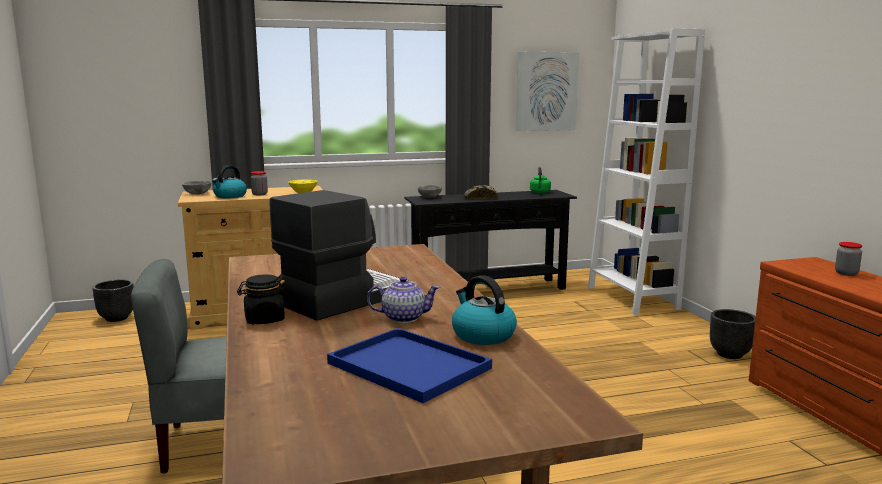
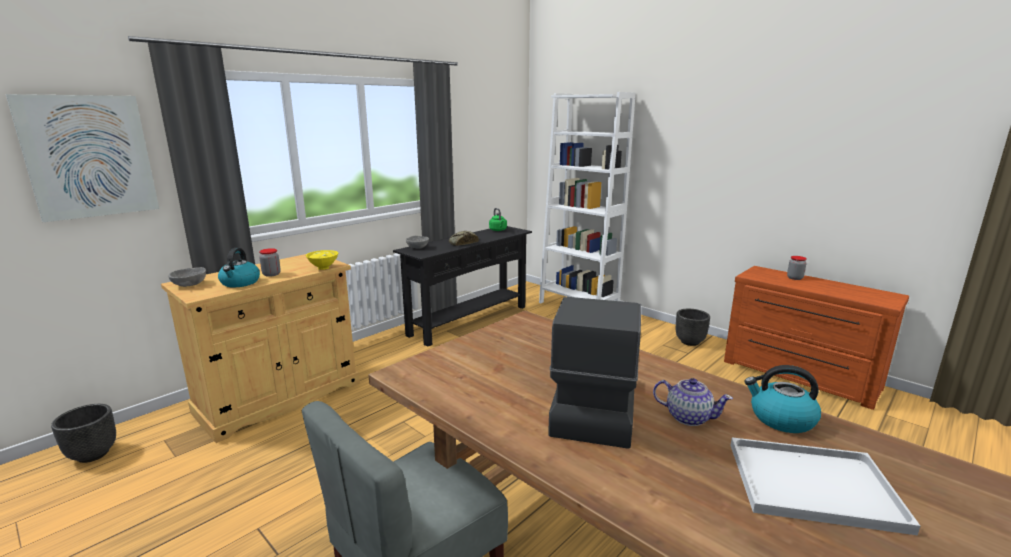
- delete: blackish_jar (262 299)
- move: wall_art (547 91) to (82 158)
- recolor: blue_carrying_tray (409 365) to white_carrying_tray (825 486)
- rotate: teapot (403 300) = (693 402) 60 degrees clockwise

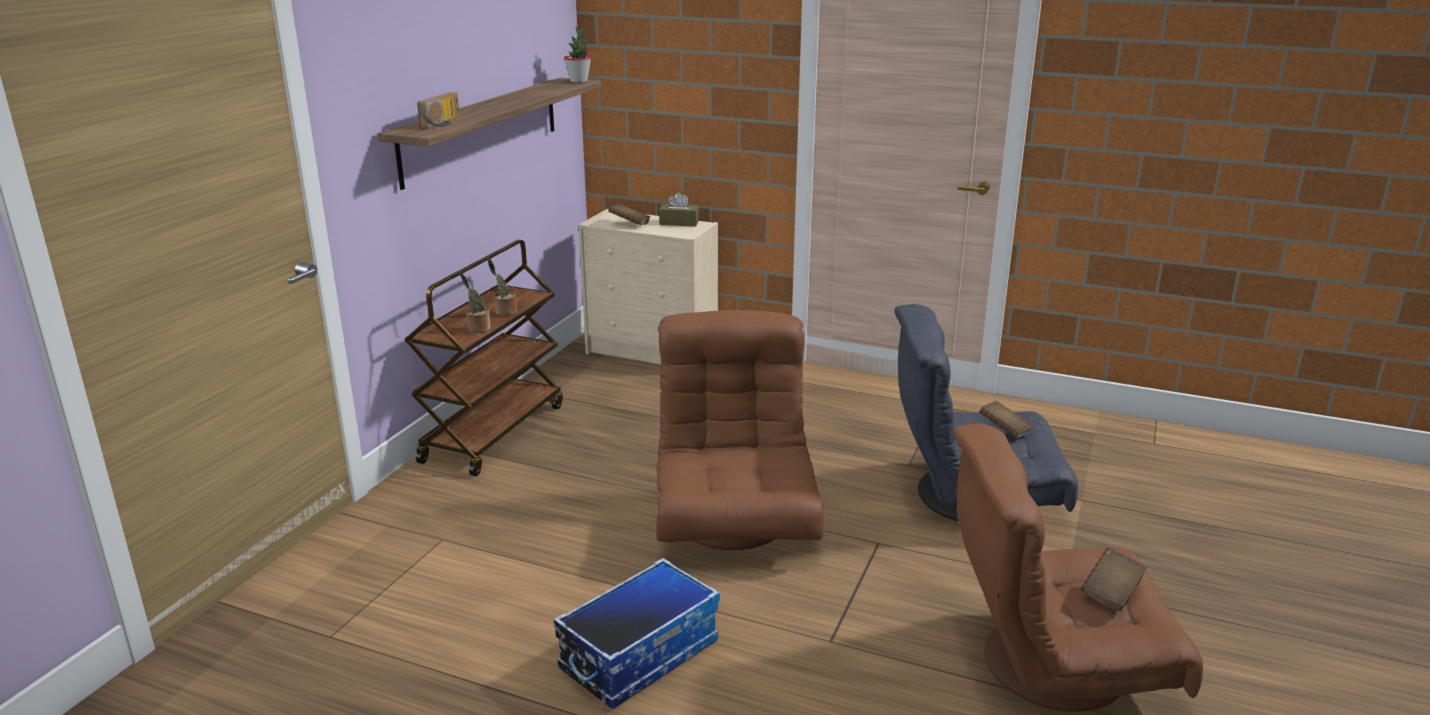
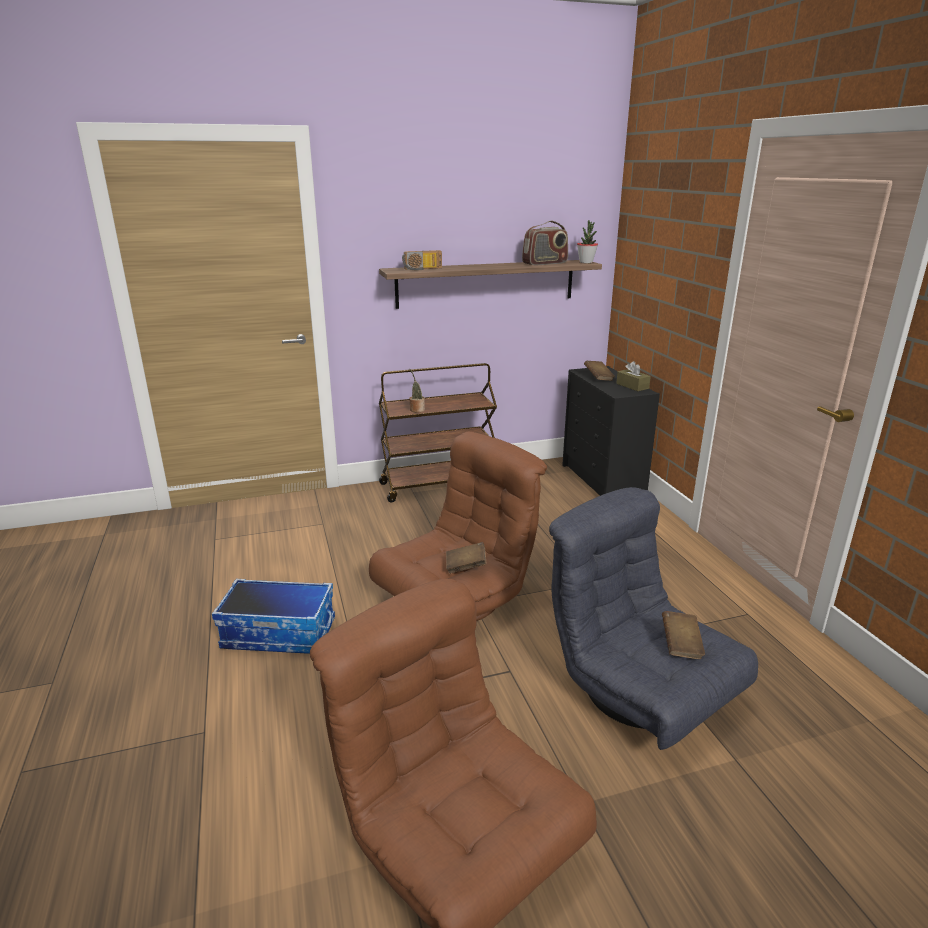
- delete: houseplant (502 287)
- insert: radio_set (545 243)
- move: brown_book (1114 580) to (466 558)
- recolor: beige-coloured_chest_of_drawers (648 286) to blackish_chest_of_drawers (611 431)

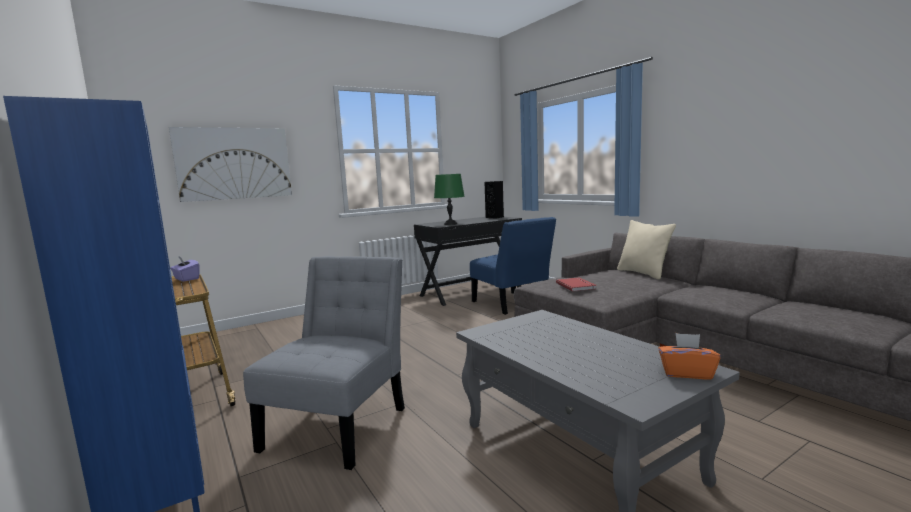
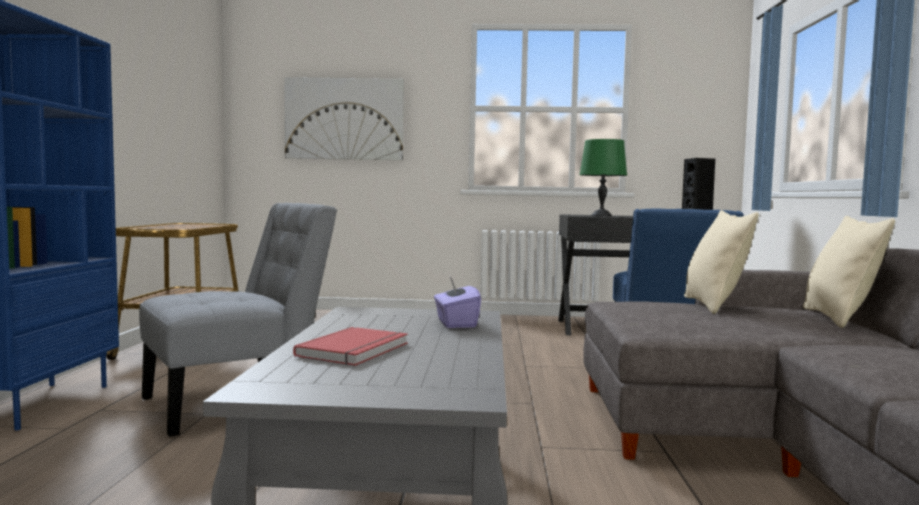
- delete: orangey_box_of_tissues (689 356)
- insert: beige-coloured_pillow (721 262)
- move: purplish_box_of_tissues (185 269) to (457 301)
- move: reddish_book (576 284) to (350 346)

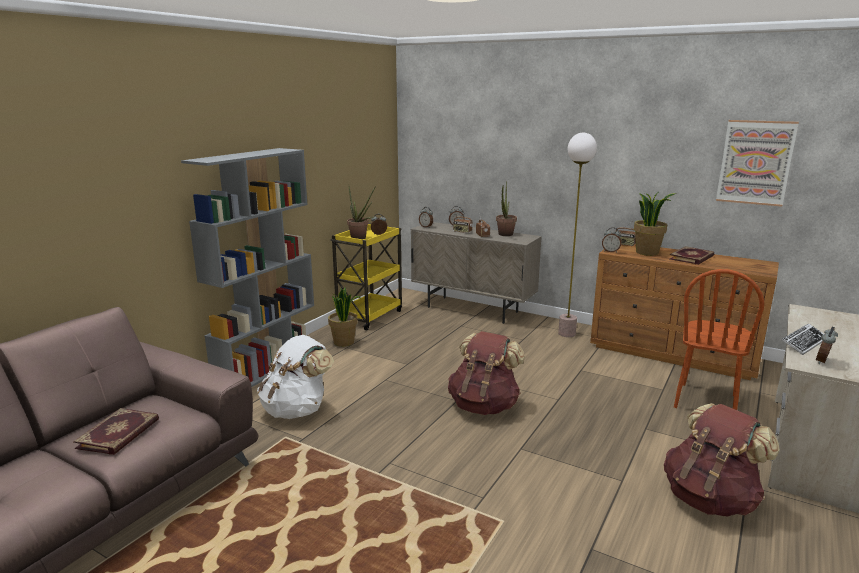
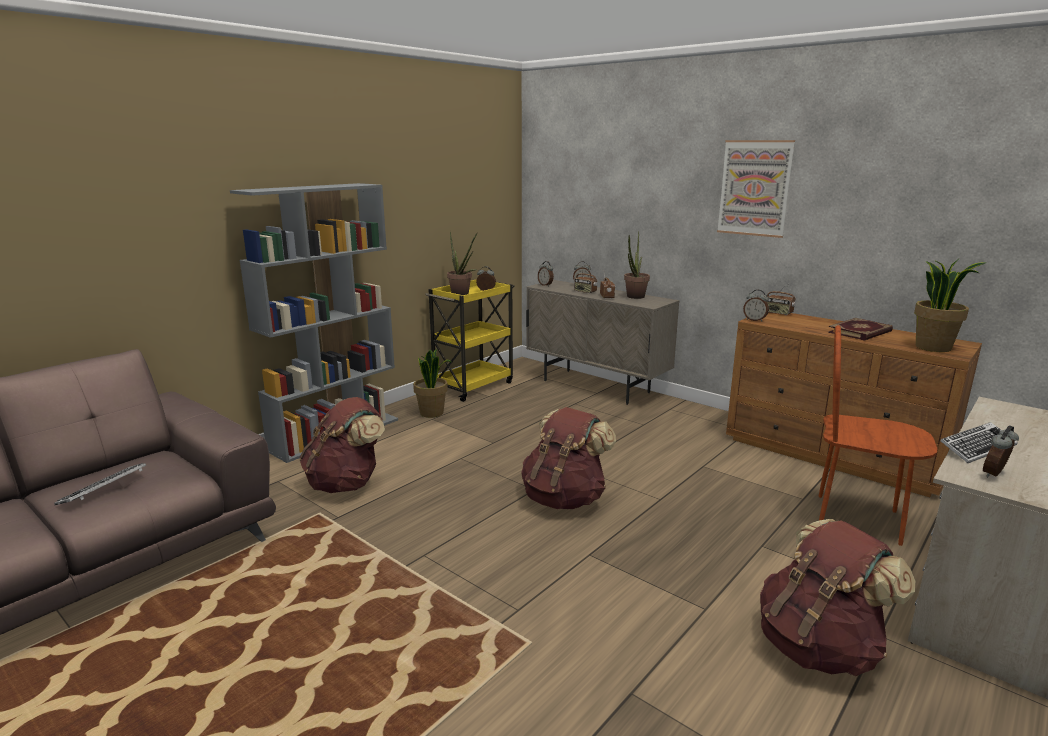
- delete: standing_lamp (577 235)
- move: houseplant (654 224) to (950 305)
- move: wall_art (757 163) to (756 189)
- replace: book (116 431) to keyboard (100 484)
- recolor: white_backpack (295 377) to brown_backpack (342 445)
- rotate: brown_chair (719 339) = (877 435) 75 degrees clockwise

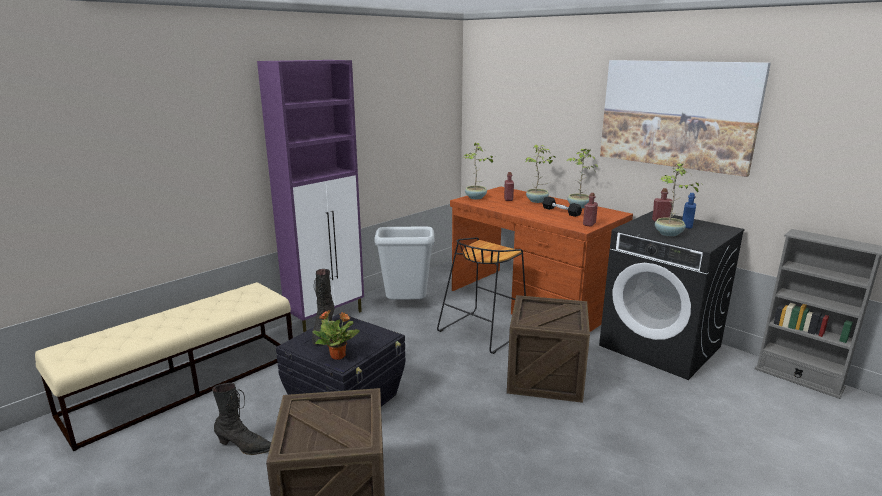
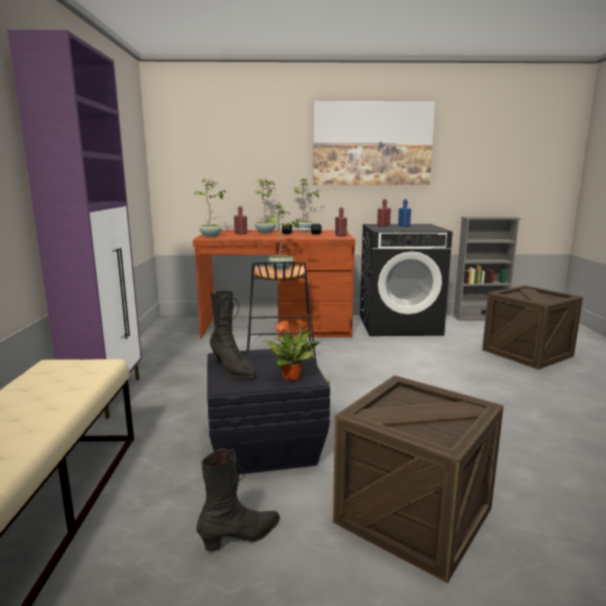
- delete: grey_trash_can (404 263)
- move: packing_crate (548 349) to (532 327)
- move: houseplant (679 199) to (283 237)

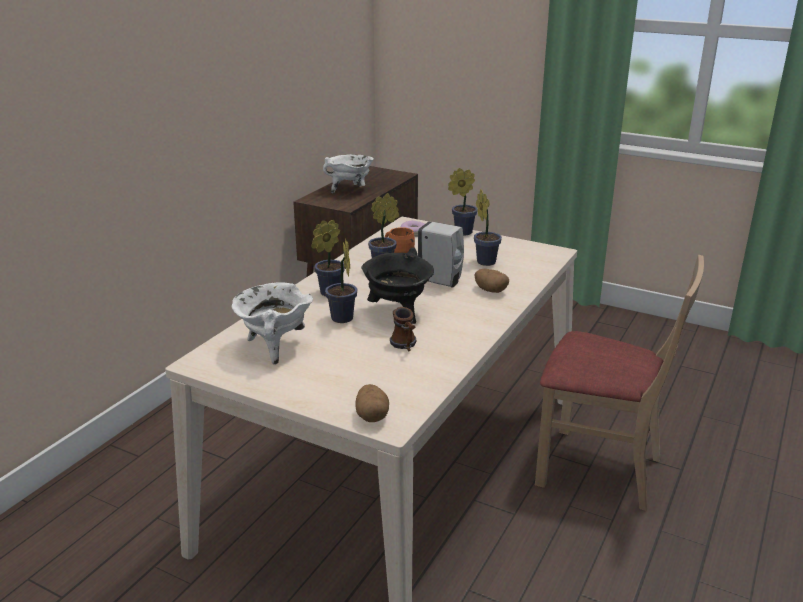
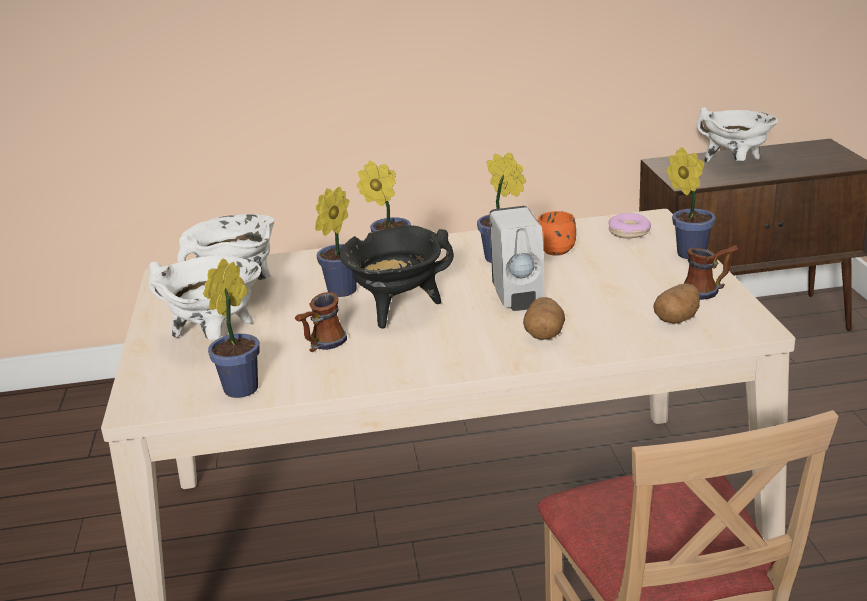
- insert: white_saucepot (204 297)
- insert: mug (710 272)
- move: whole_potato (372 403) to (676 303)
- move: houseplant (488 227) to (231 328)

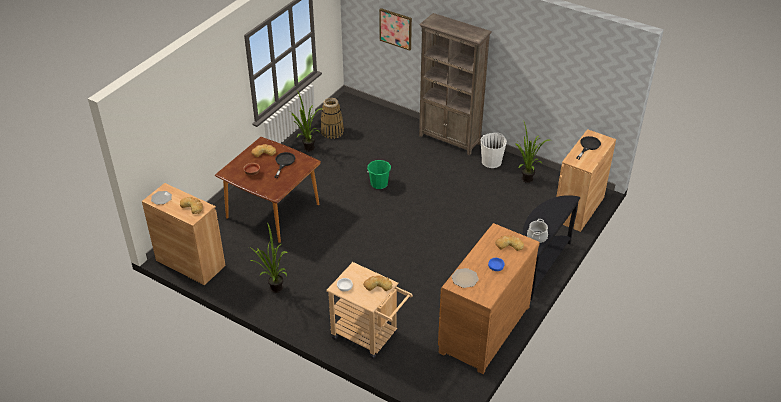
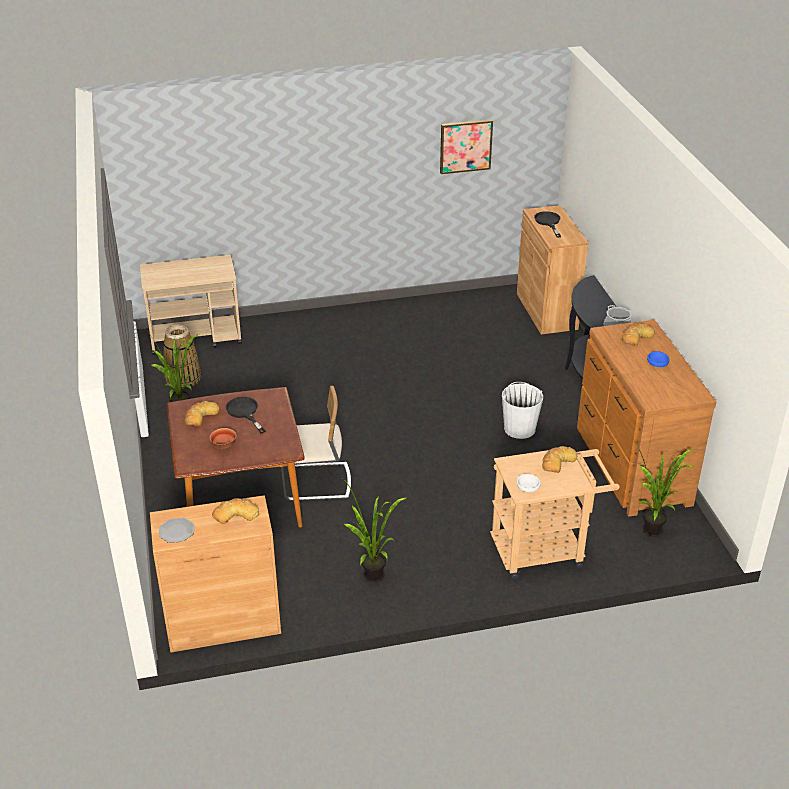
- delete: green-coloured_water_bucket (379 174)
- delete: brown_bookshelf (455 84)
- delete: plate (465 278)
- insert: beige-coloured_cart (191 305)
- insert: beige-coloured_chair (316 444)
- move: wall_art (395 29) to (466 146)
- move: white_water_bucket (494 150) to (522 410)
- move: houseplant (532 151) to (663 488)

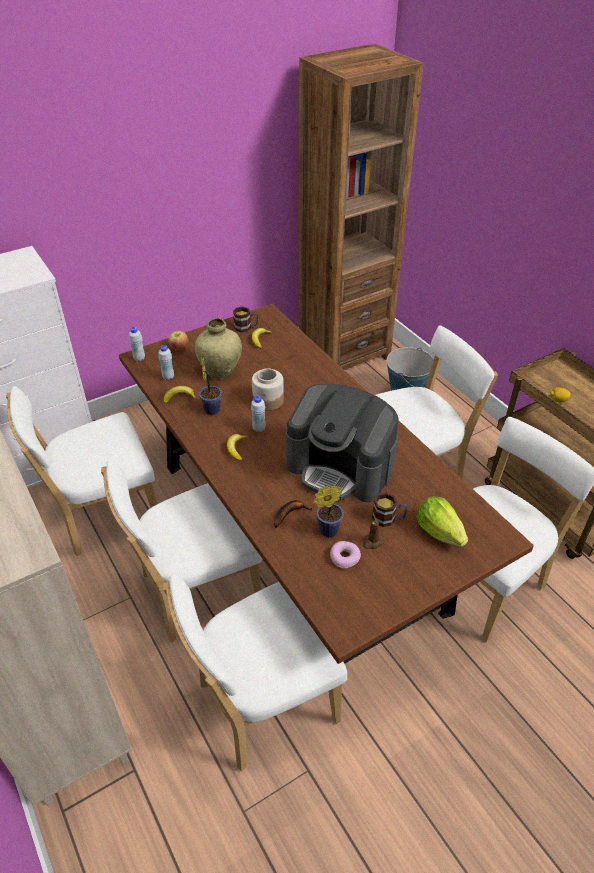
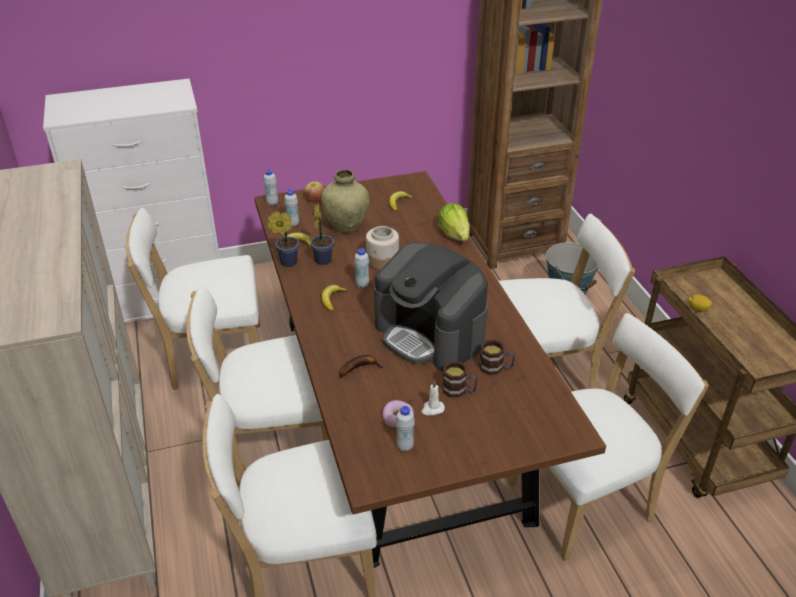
- insert: white_beverage_bottle (405 429)
- move: mug (245 319) to (497 357)
- move: houseplant (328 511) to (283 239)
- move: lettuce_head (442 521) to (454 222)
- recolor: brown_wax_candle (373 533) to white_wax_candle (433 398)

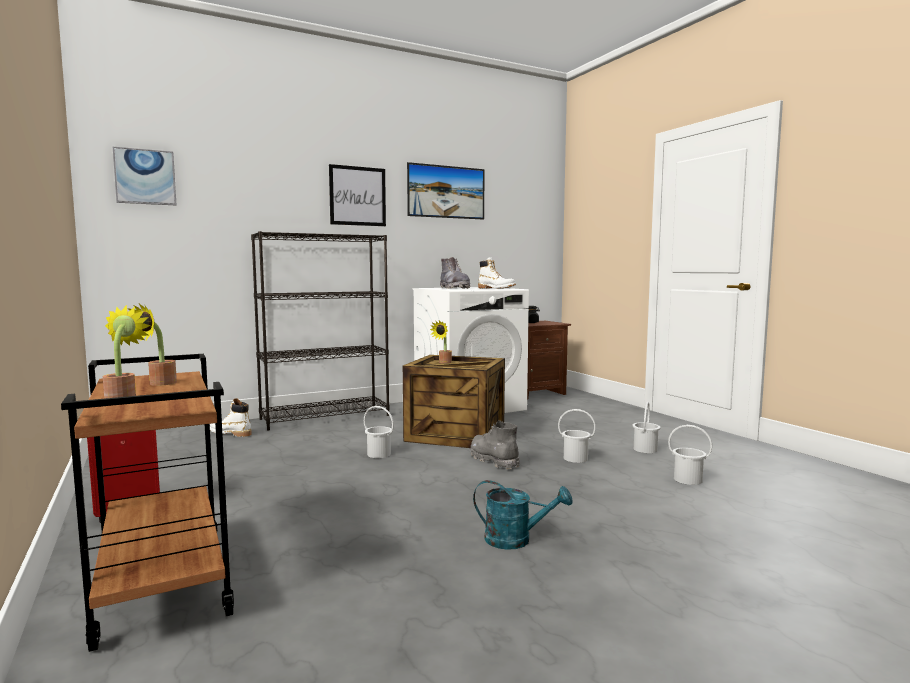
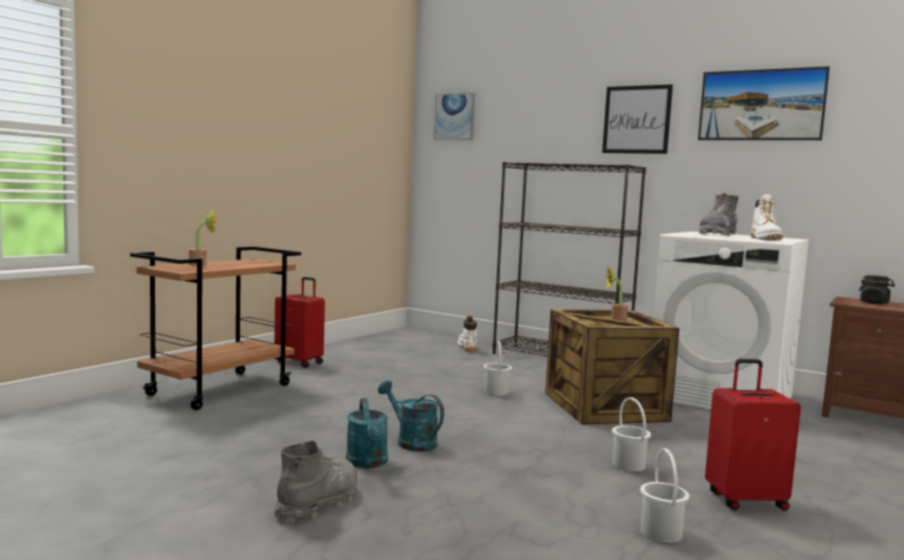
- delete: houseplant (152 345)
- insert: turquoise-coloured_sprinkling_can (411 416)
- move: grey_boot (495 444) to (315 481)
- replace: white_water_bucket (647 427) to reddish_piece_of_luggage (753 435)

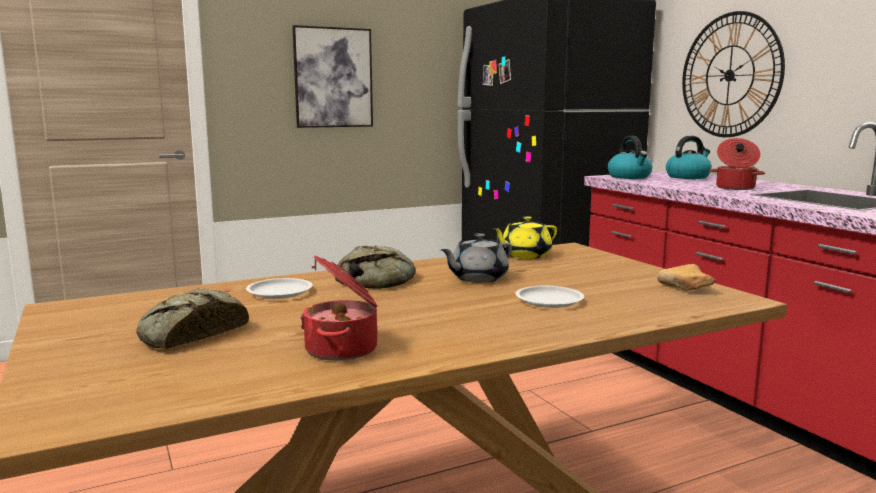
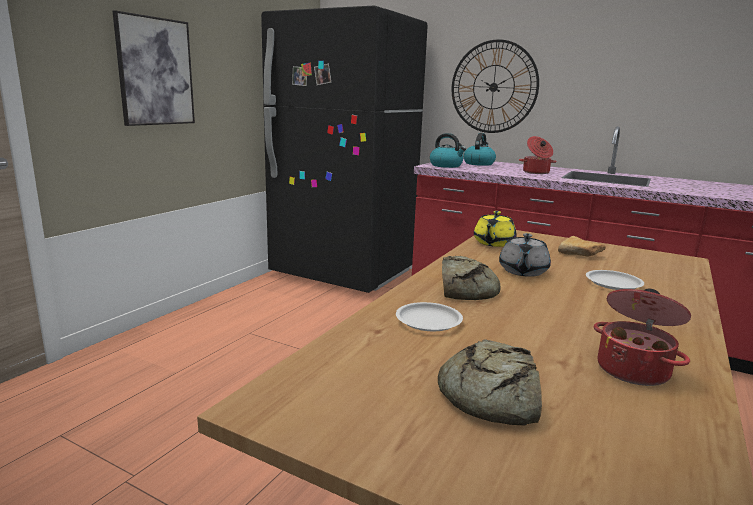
- move: baked_bread (686 277) to (582 246)

